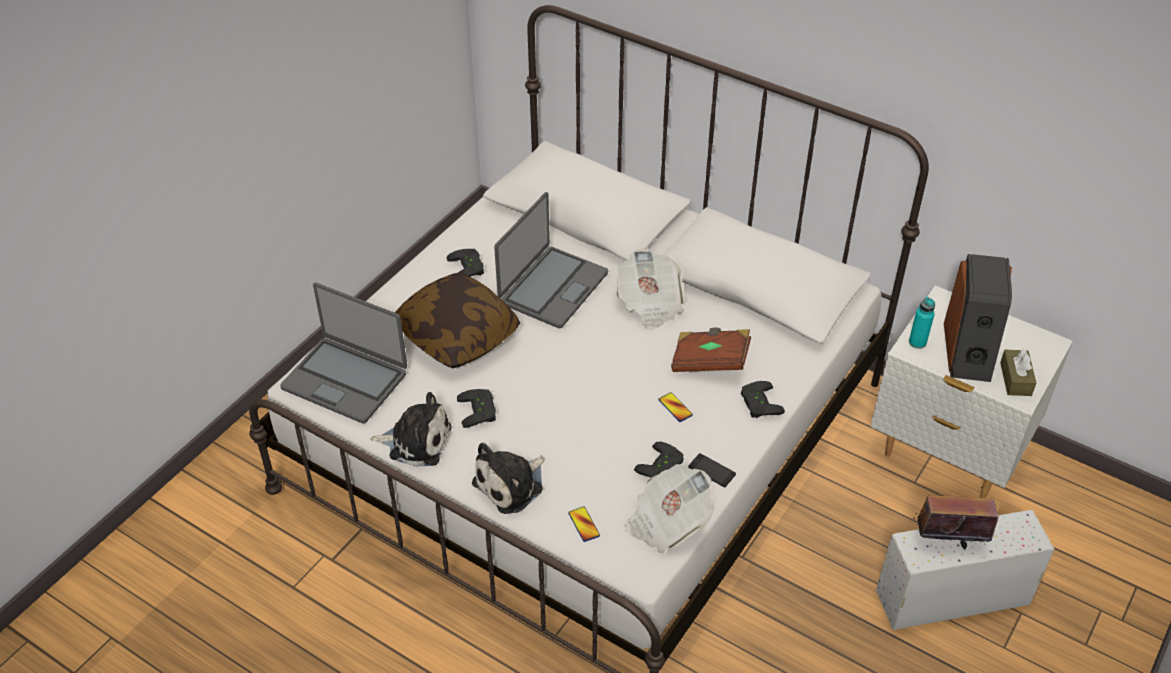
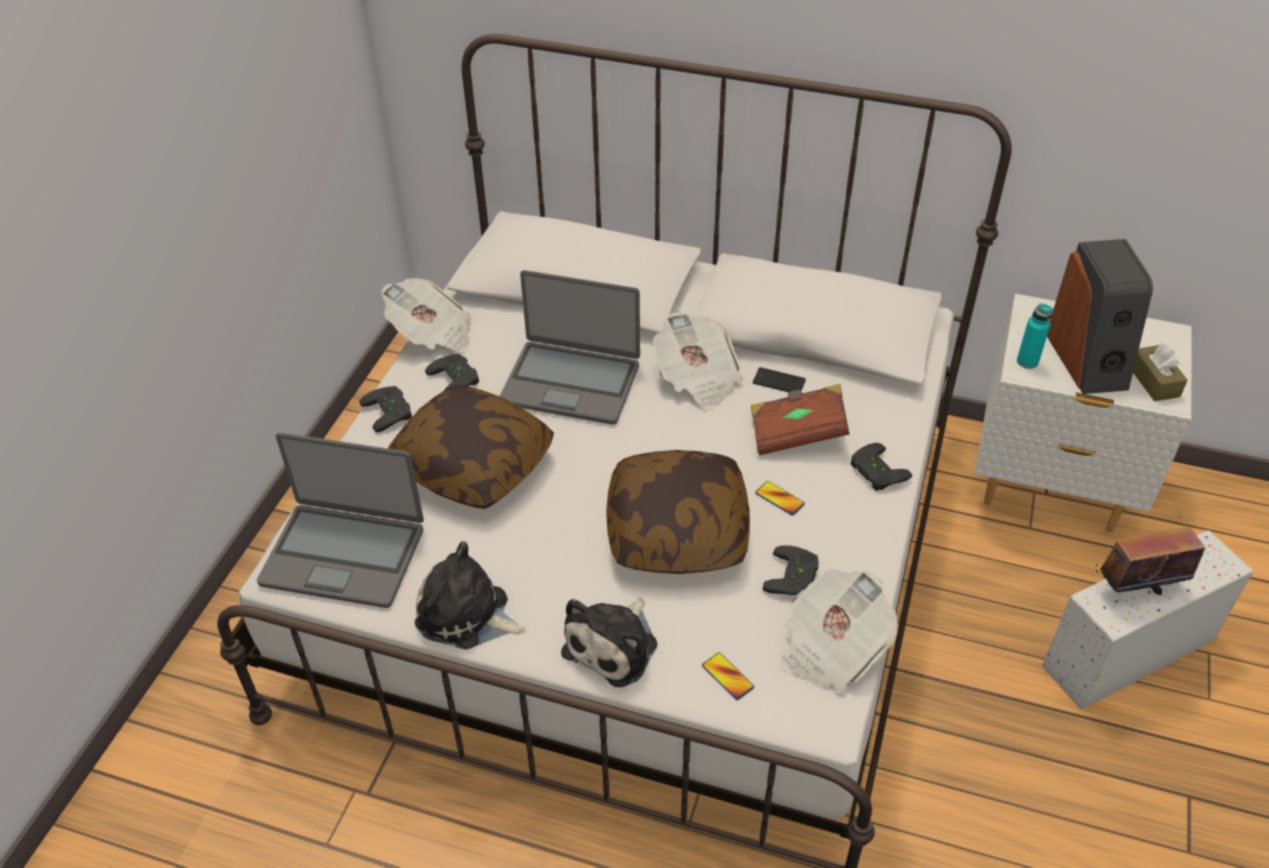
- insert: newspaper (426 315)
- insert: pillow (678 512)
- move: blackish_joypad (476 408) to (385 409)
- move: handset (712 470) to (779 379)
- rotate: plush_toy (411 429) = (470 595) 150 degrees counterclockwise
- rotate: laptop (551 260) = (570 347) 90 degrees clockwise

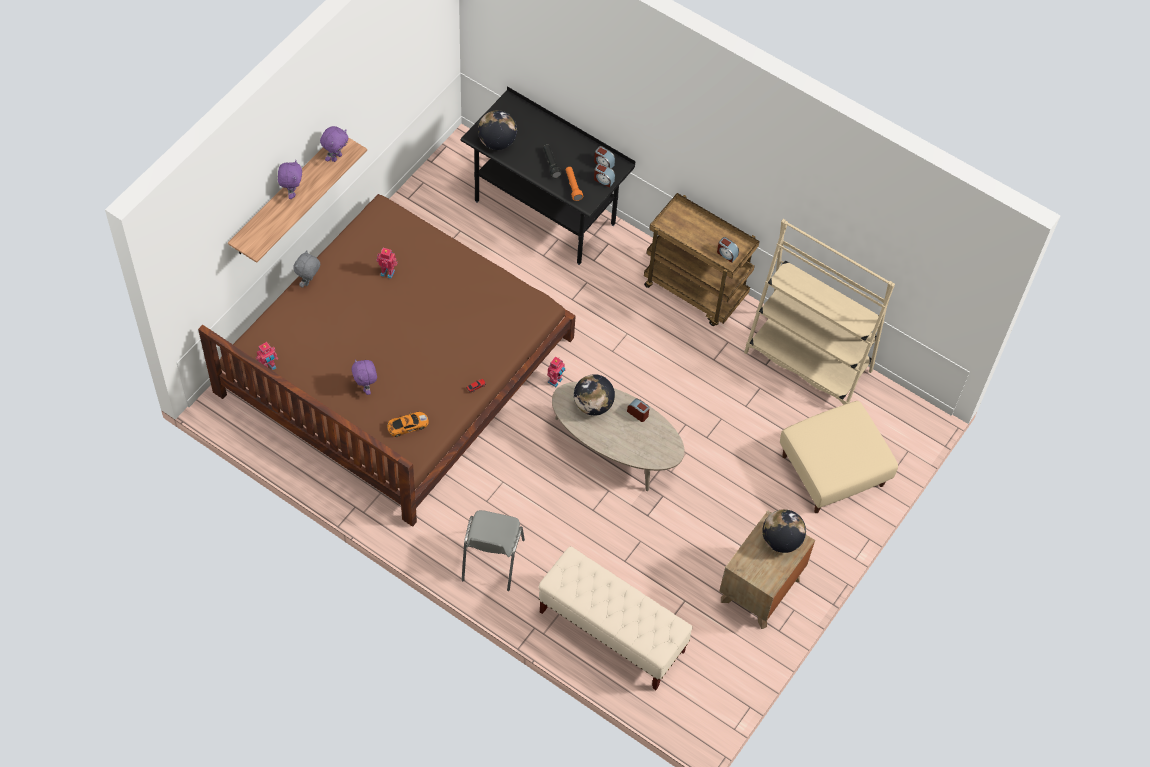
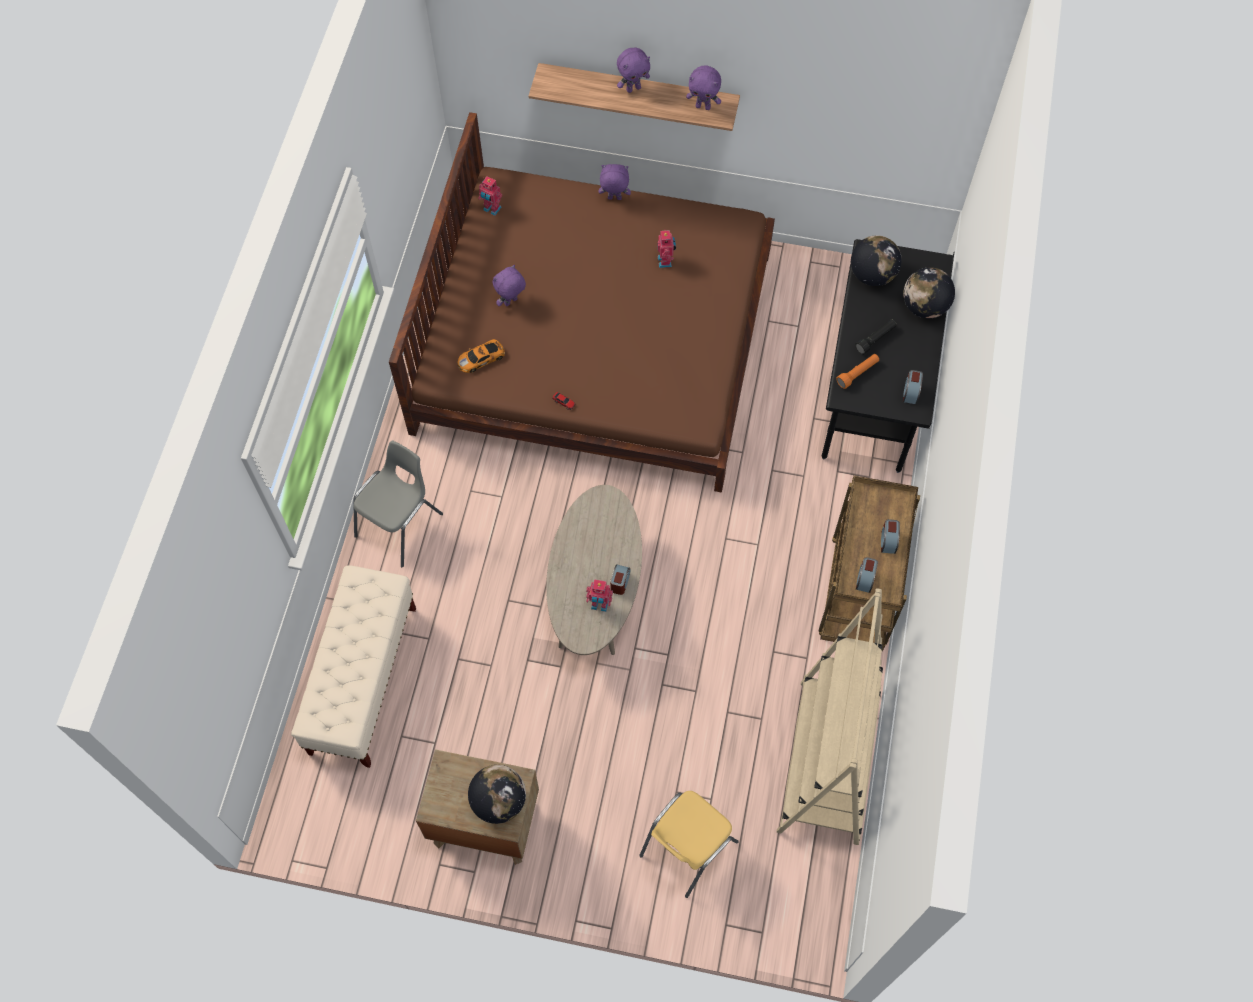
- move: robot_figure (556 371) to (599 595)
- move: desk_globe (594 395) to (929 292)
- move: table_clock (604 175) to (890 536)
- replace: beige-coloured_pouffe (839 457) to yellow_chair (688 844)
- recolor: grey_plush_toy (306 269) to purplish_plush_toy (615 182)
- rotate: model_car (408 424) = (481 356) 105 degrees clockwise
- rotate: grey_chair (493 550) = (398 503) 135 degrees clockwise

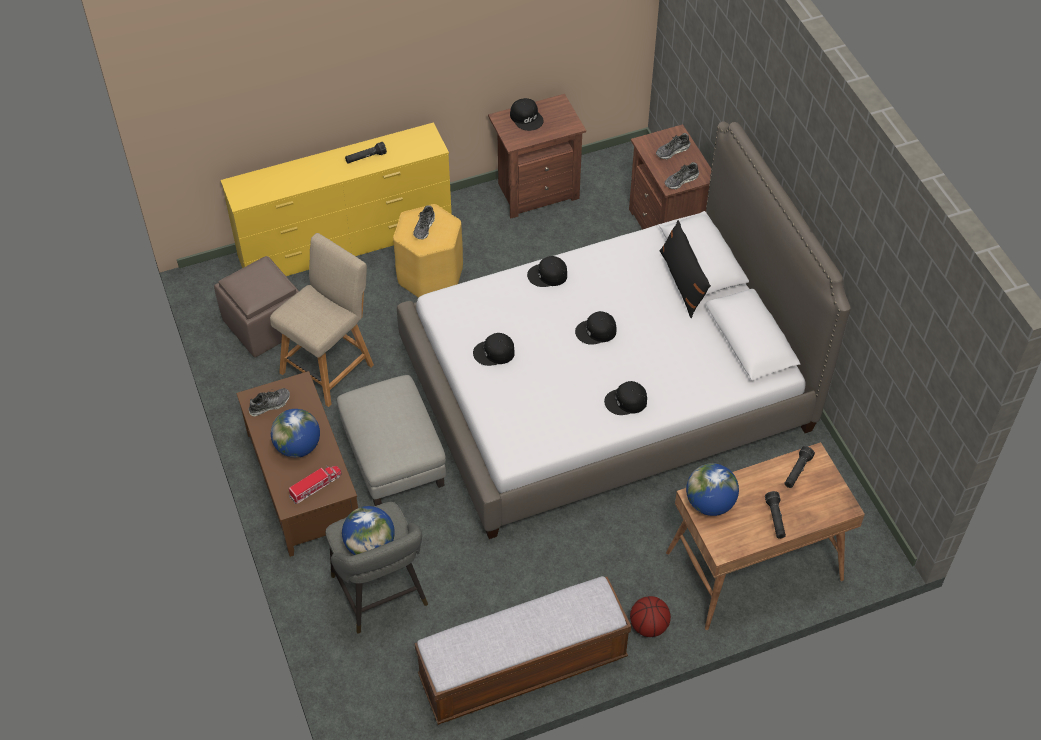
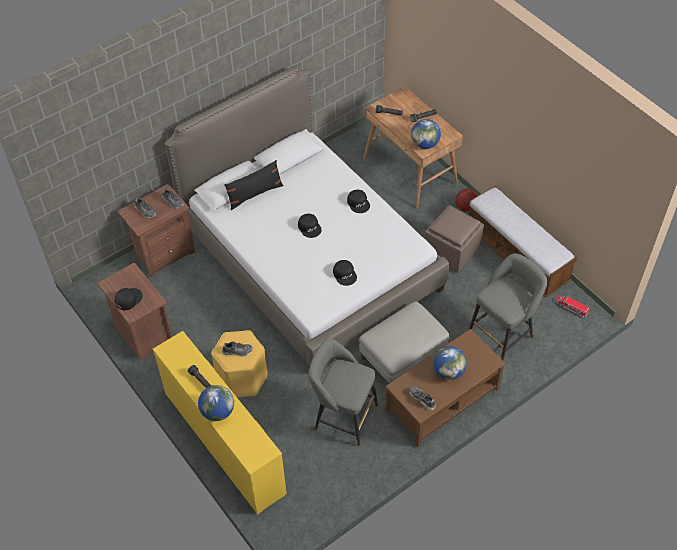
- delete: blackish_peaked_cap (547 271)
- move: brown_pouffe (256 307) to (454 239)
- move: toy_lorry (315 485) to (572 307)
- move: desk_globe (368 530) to (216 403)
- replace: beige-coloured_chair (322 320) to grey_stool (343 392)

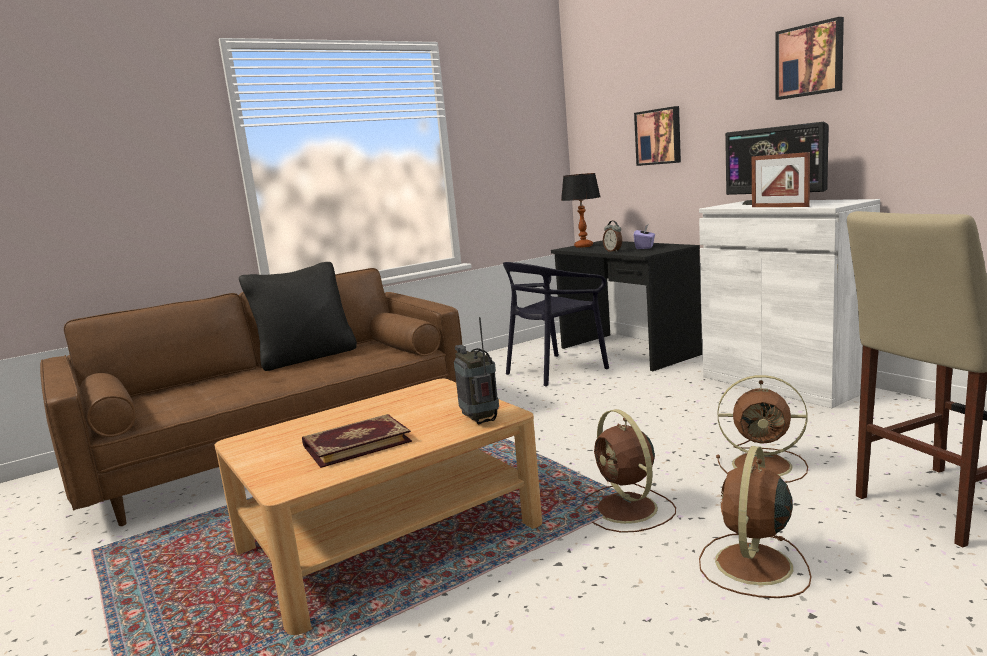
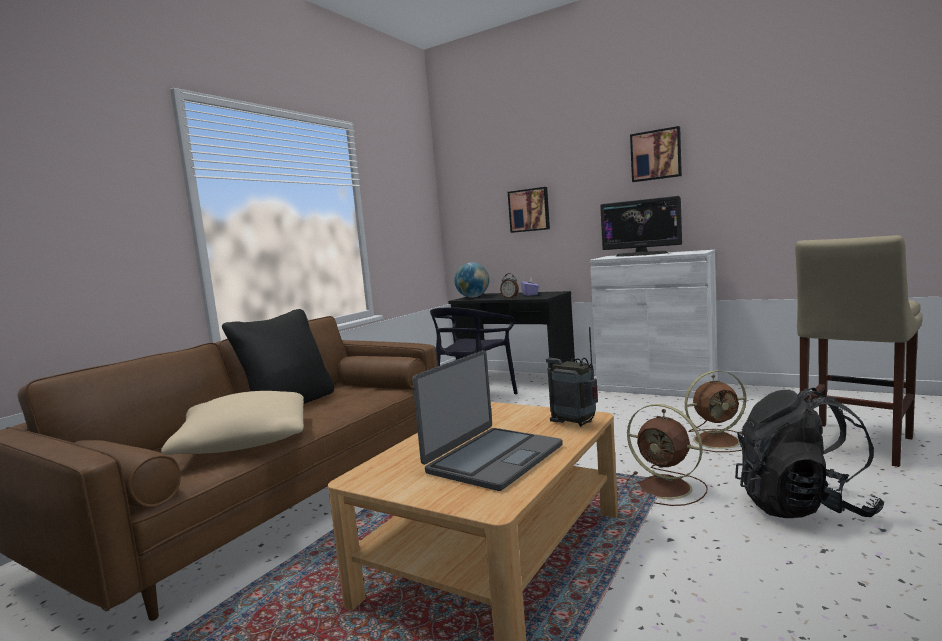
- delete: standing_frame (781 179)
- insert: beige-coloured_pillow (232 423)
- replace: book (357 441) to laptop (487 420)
- replace: lamp_for_a_table (580 210) to desk_globe (471 280)
- replace: brown_fan (755 522) to blackish_backpack (809 453)

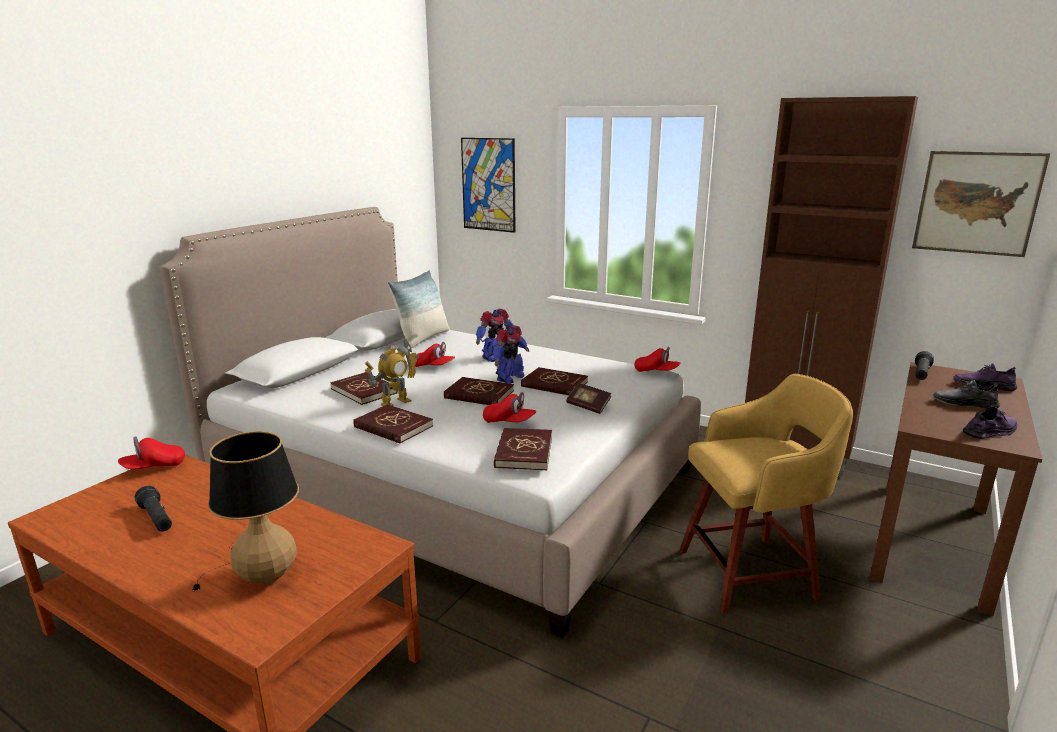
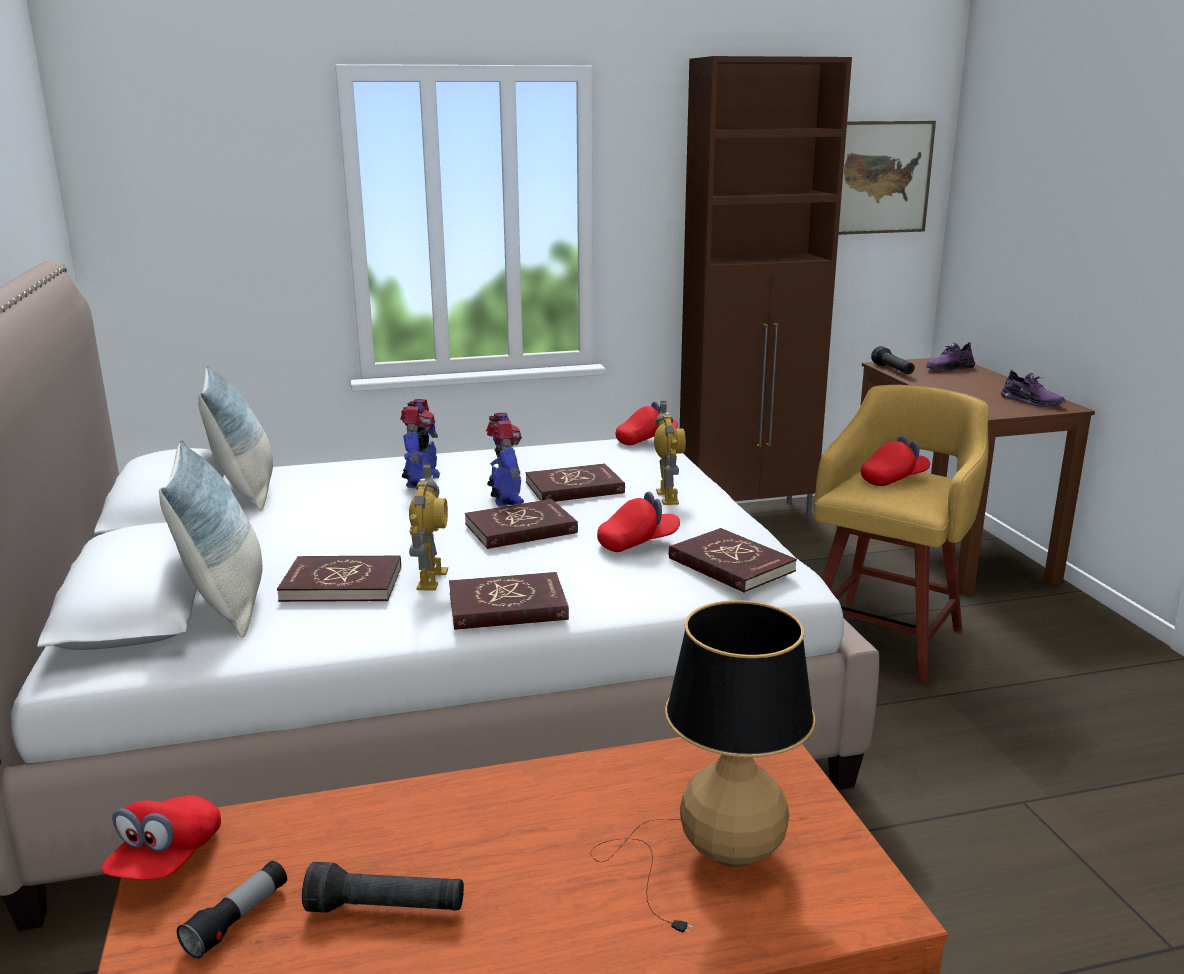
- delete: wall_art (488 185)
- delete: grey_item_of_footwear (966 394)
- insert: pillow (210 538)
- insert: hand_torch (232 910)
- move: reddish_peaked_cap (435 354) to (895 461)
- replace: book (589 398) to robot_figure (670 453)
- rotate: purplish_item_of_footwear (990 423) = (1033 388) 120 degrees clockwise

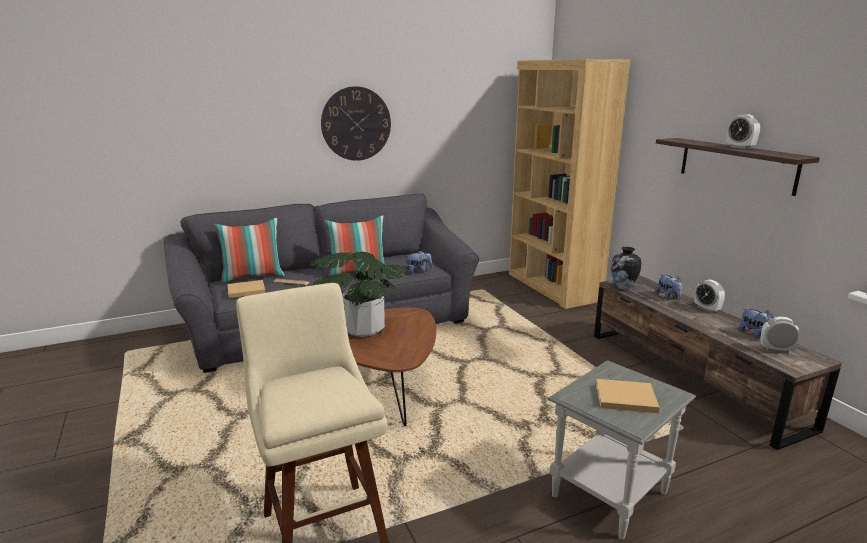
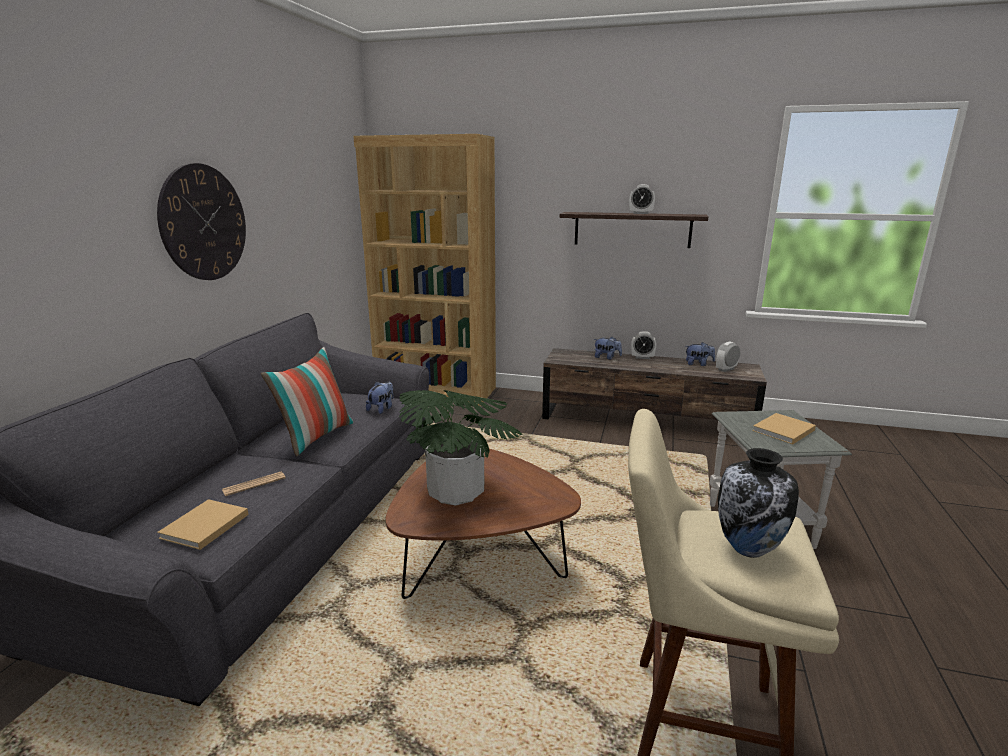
- delete: pillow (249 250)
- move: vase (626 268) to (758 503)

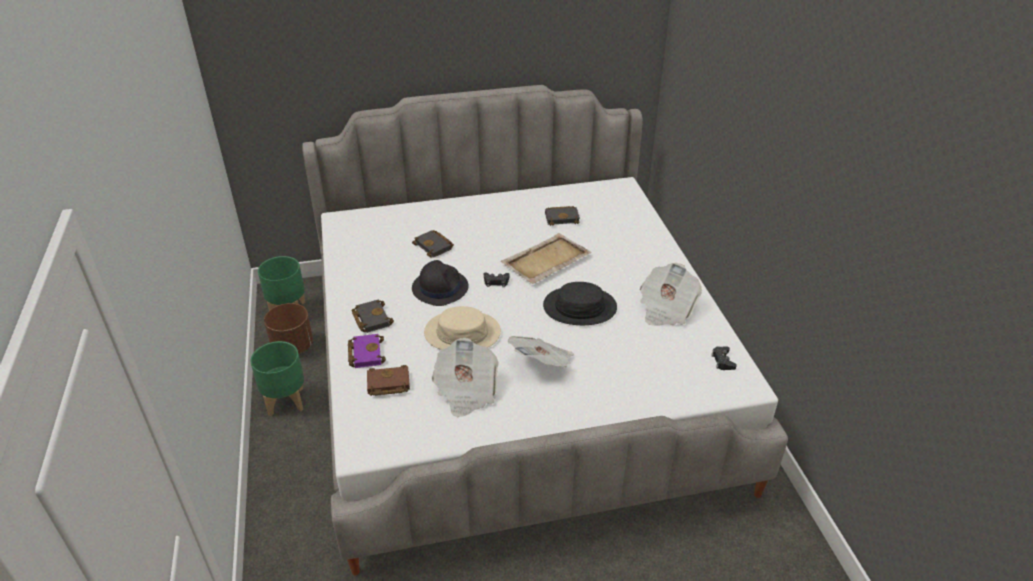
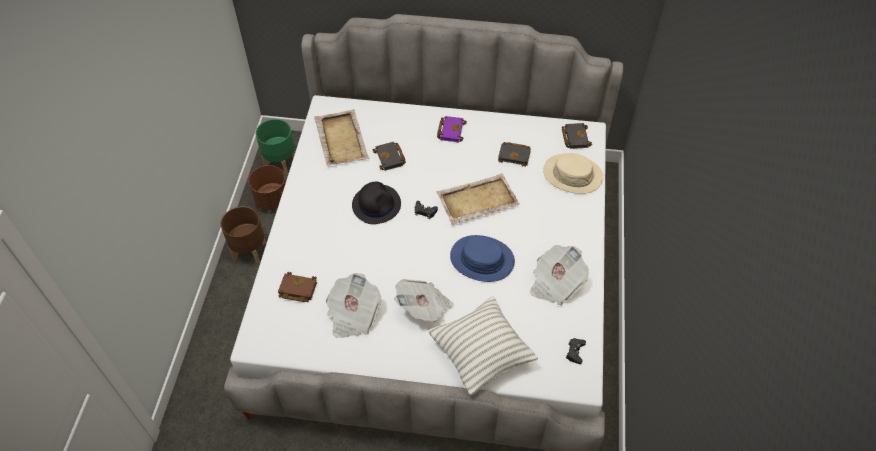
- insert: beige-coloured_carrying_tray (341 138)
- insert: pillow (483 346)
- move: purplish_book (367 351) to (452 129)
- move: blackish_book (372 316) to (577 136)
- move: beige-coloured_clothing_hat (462 328) to (573 173)
- recolor: green-coloured_planter (277 378) to brown_planter (243 235)
- recolor: blackish_clothing_hat (580 303) to blue_clothing_hat (482 258)

